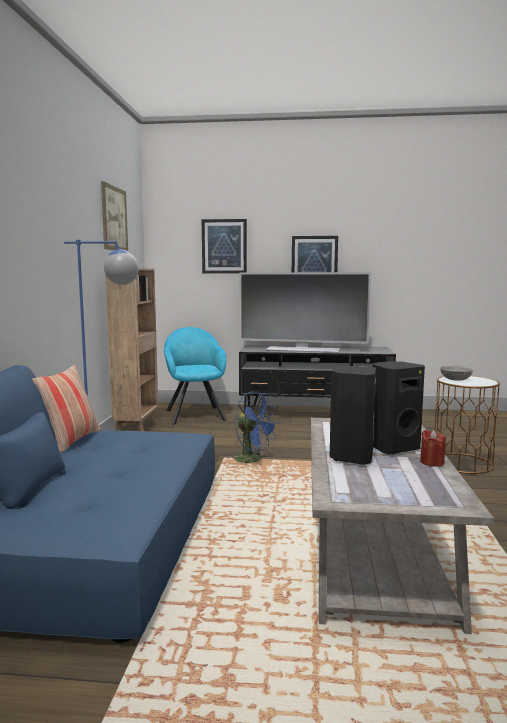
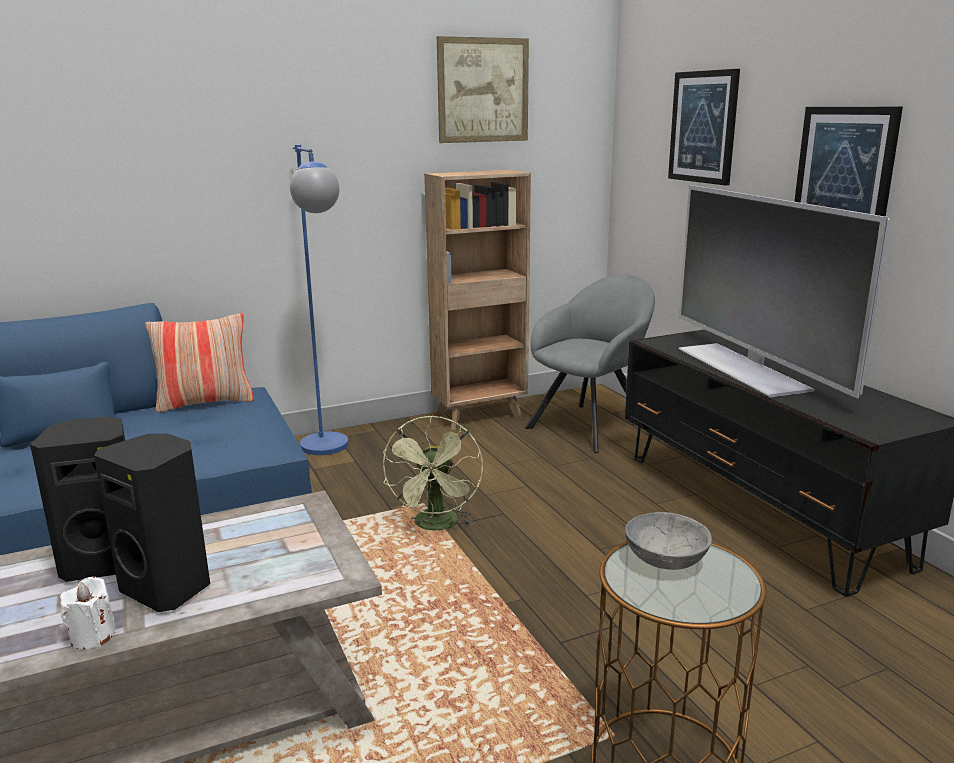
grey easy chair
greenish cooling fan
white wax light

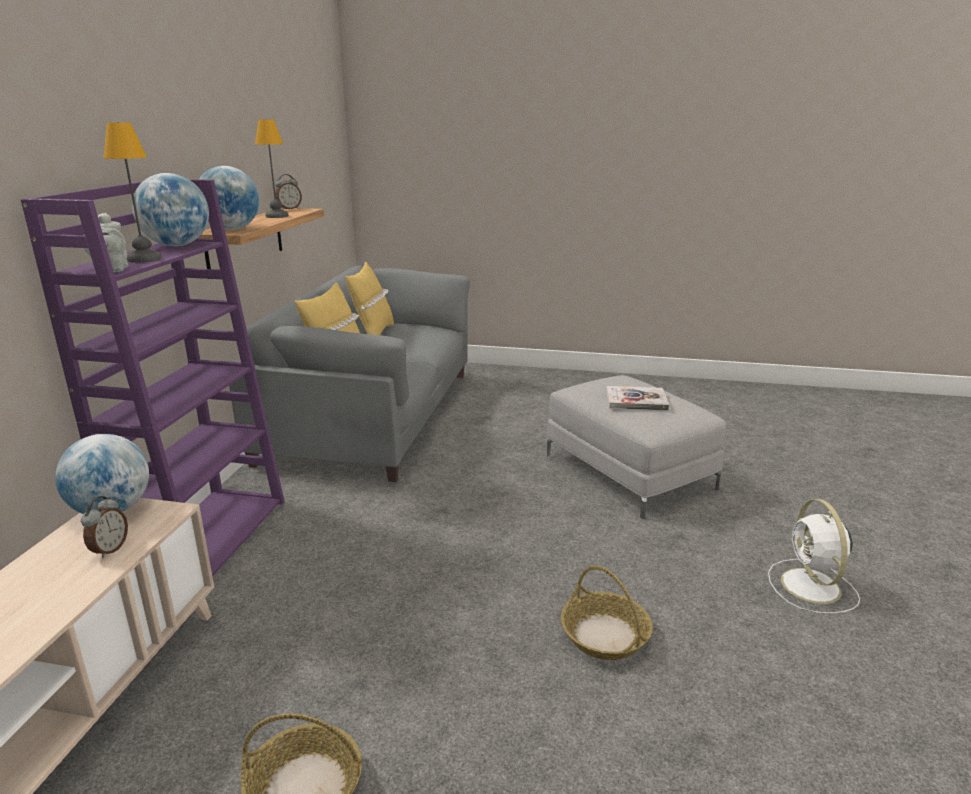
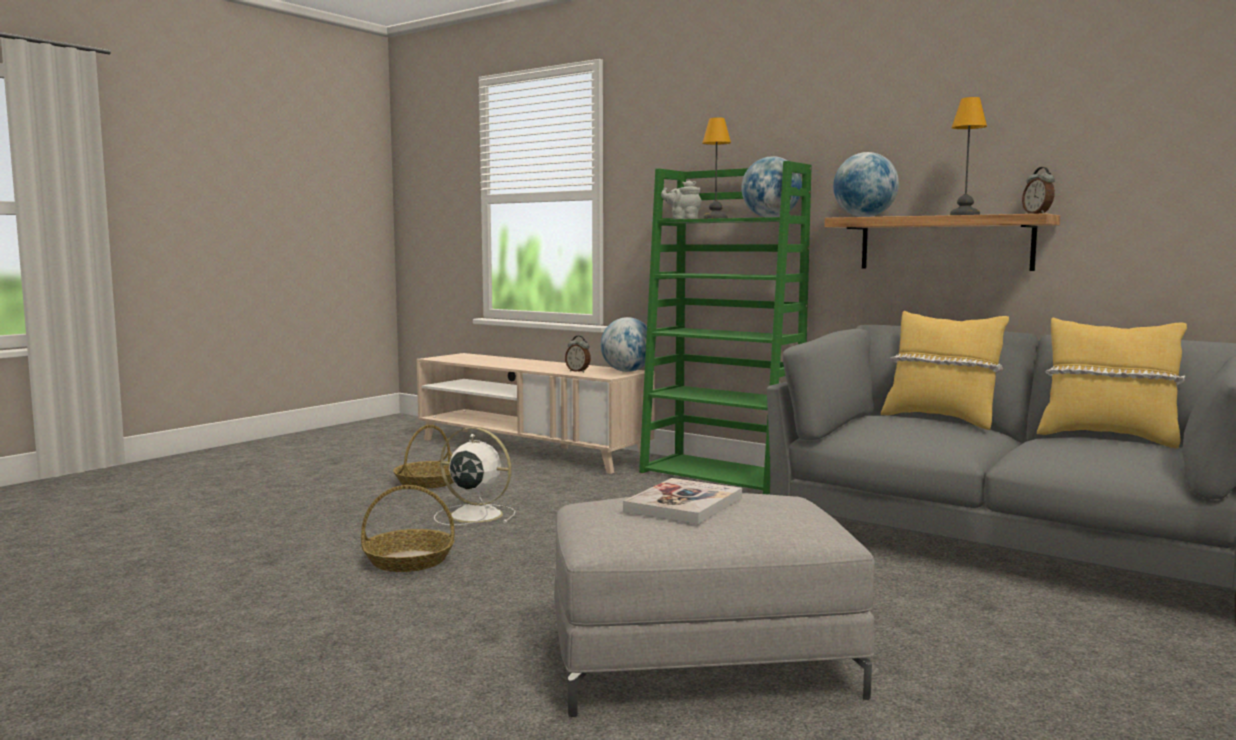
greenish bookcase
white cooling fan

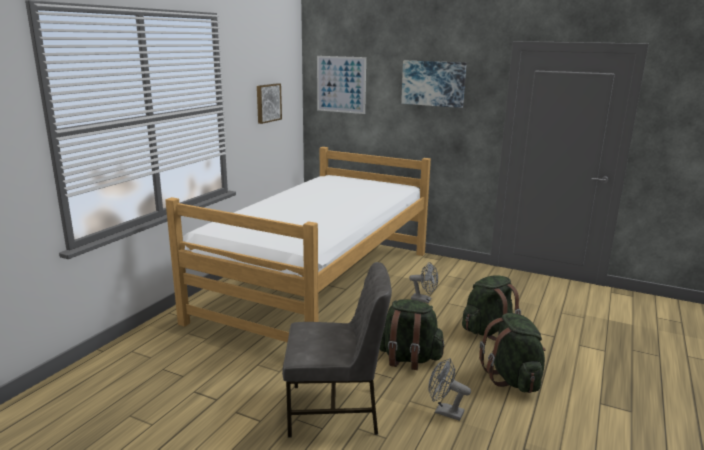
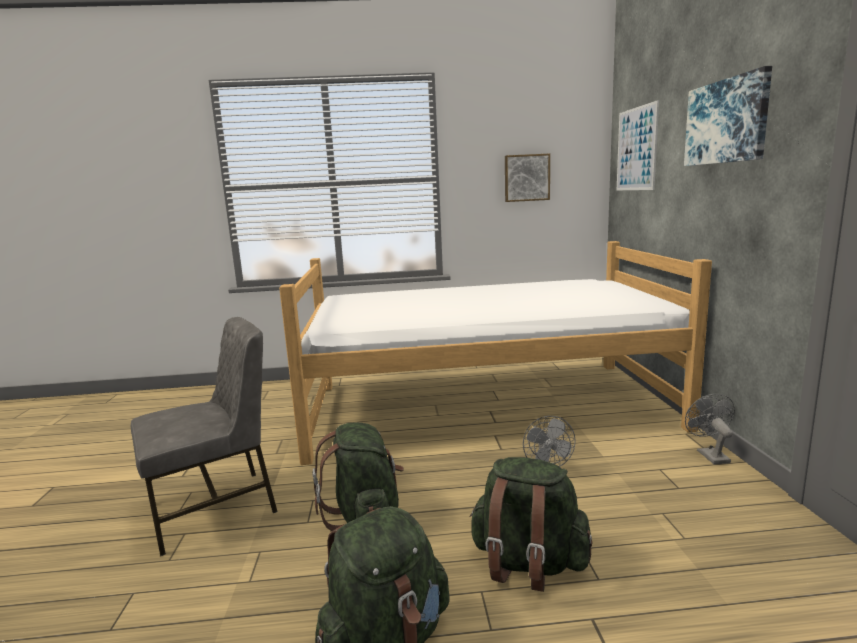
grey chair
grey cooling fan (no. 2 from left)

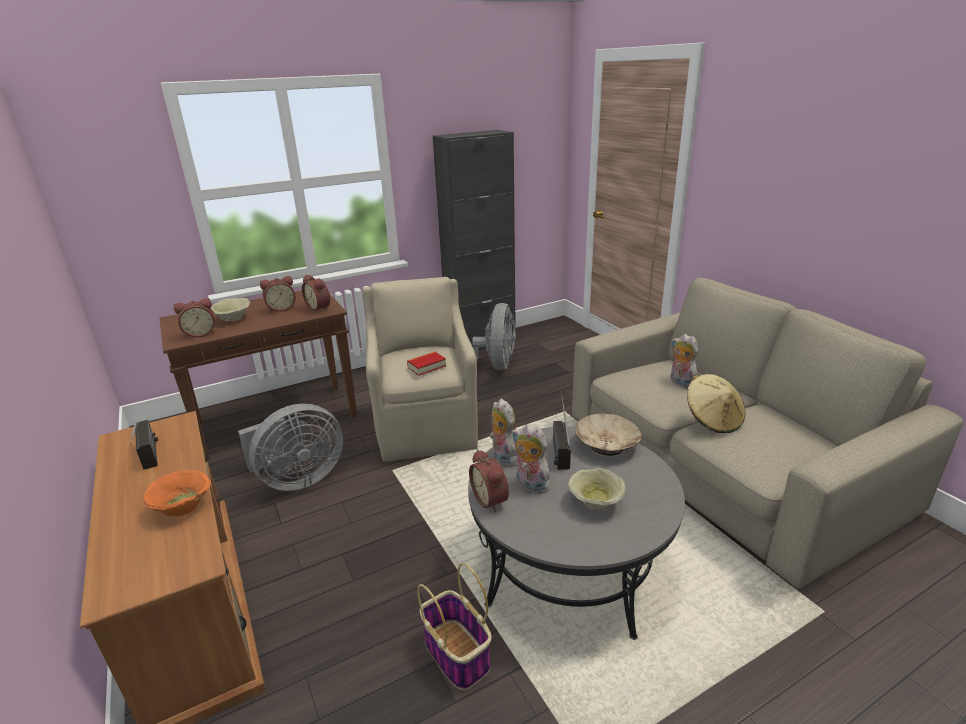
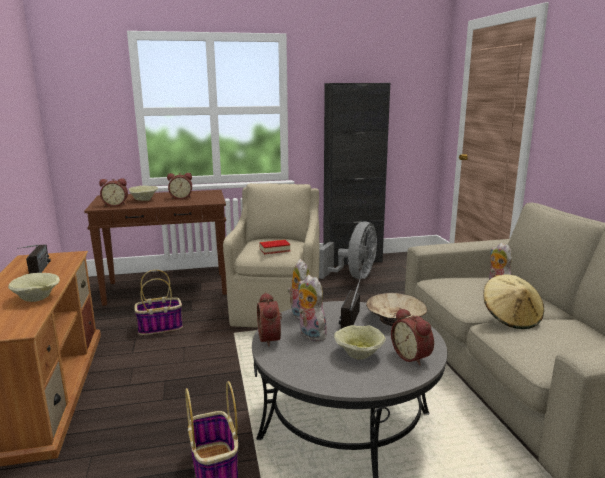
beige-coloured bowl (no. 1 from left)
storage basket (no. 1 from left)
bedside clock (no. 4 from left)

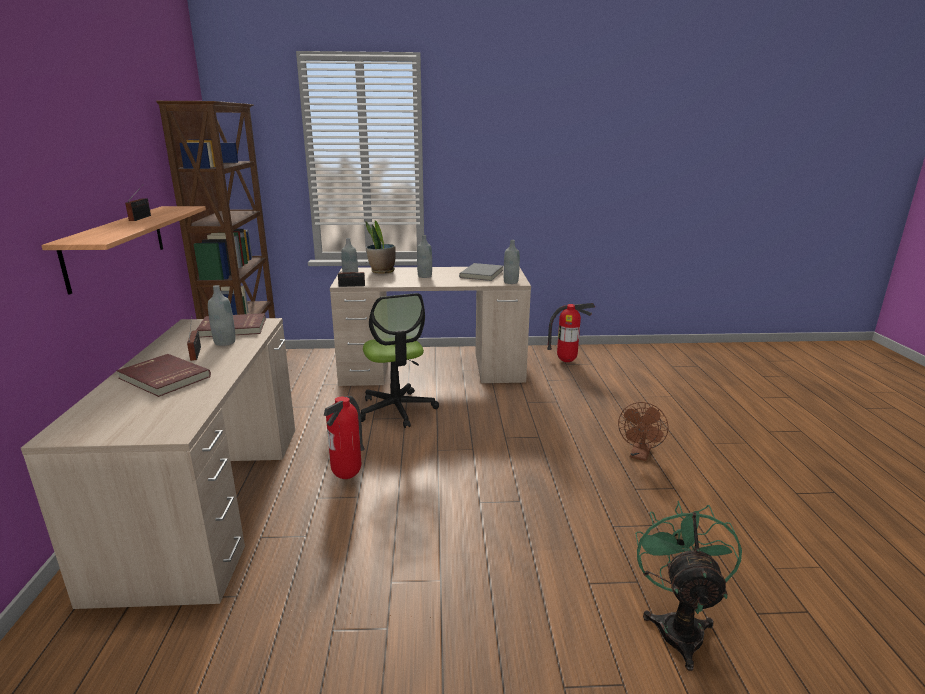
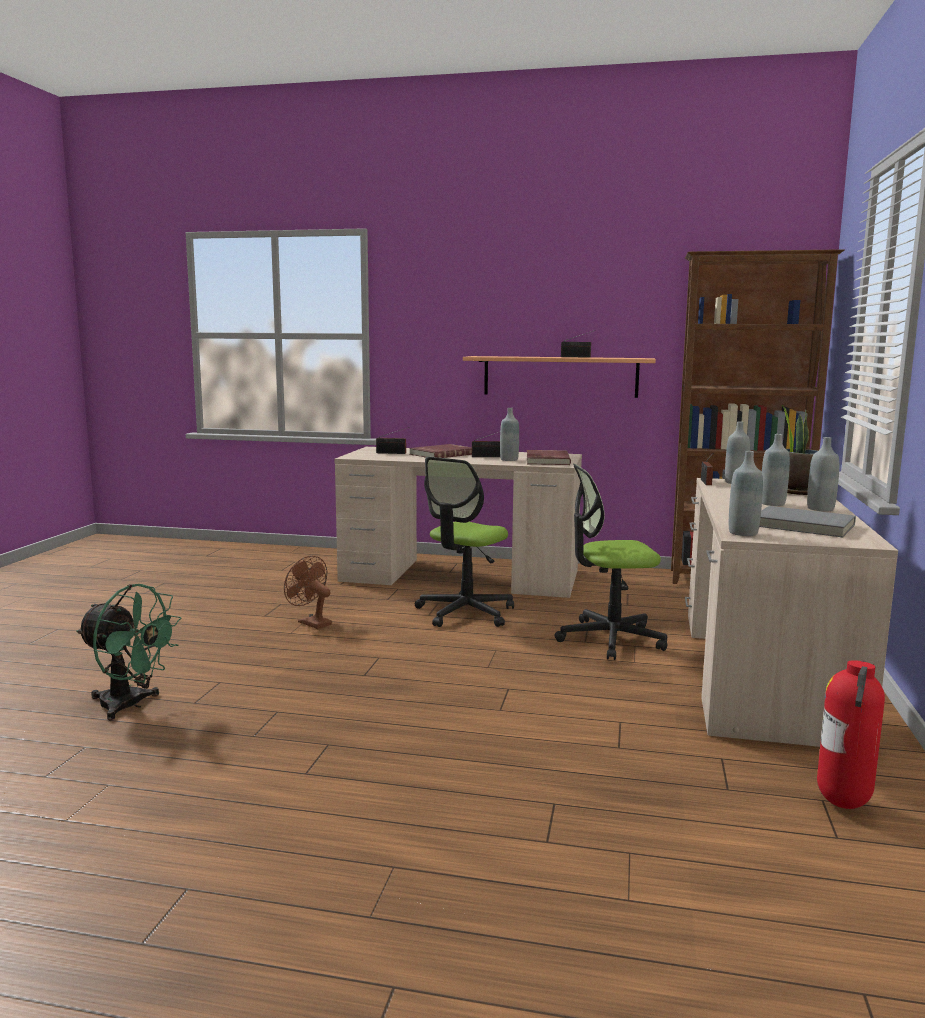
office chair (no. 1 from left)
brownish cooling fan
radio receiver (no. 1 from left)
grey drink bottle (no. 5 from left)

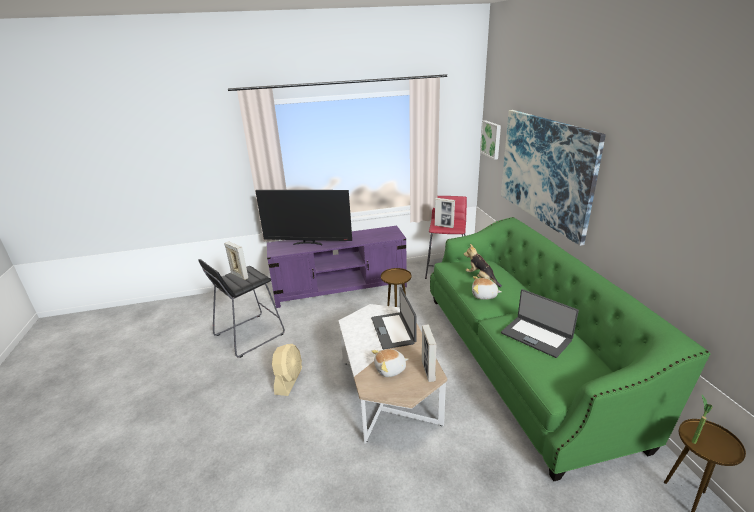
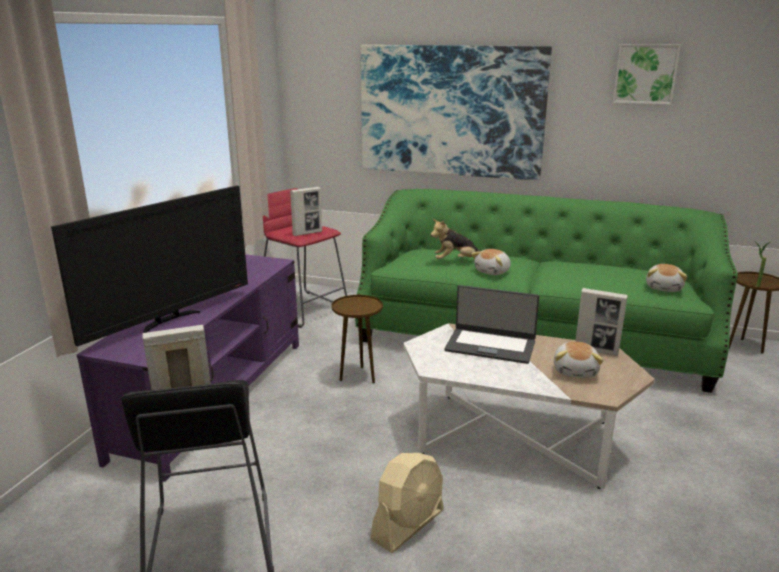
beige-coloured cooling fan
wall art (no. 2 from left)
portable computer (no. 2 from left in the first image)
cuddly toy (no. 4 from left)

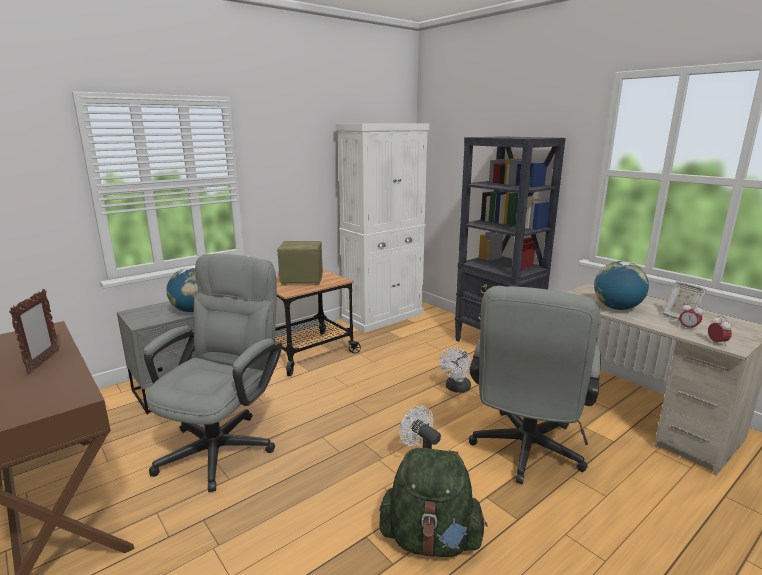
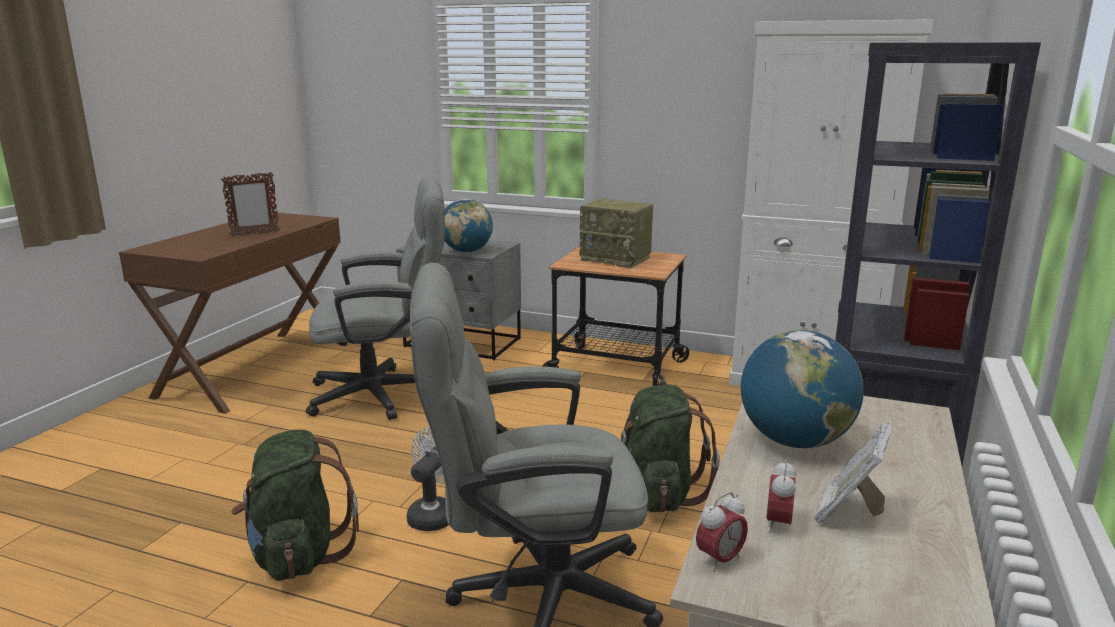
radio receiver
greenish knapsack (no. 2 from left)

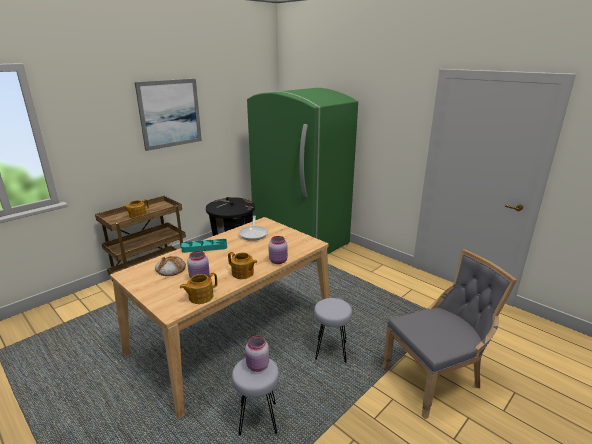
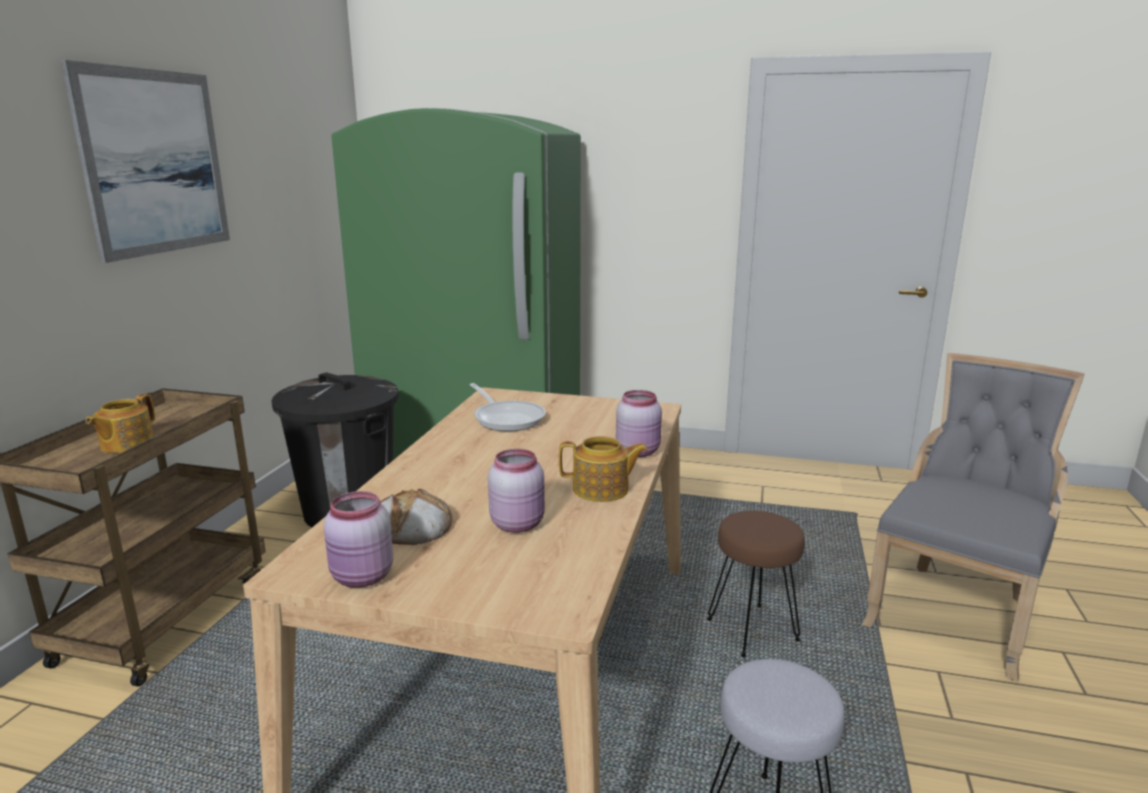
teapot (no. 2 from left in the first image)
turquoise-coloured tray
pink-coloured jar (no. 1 from left)
brownish sitting stool

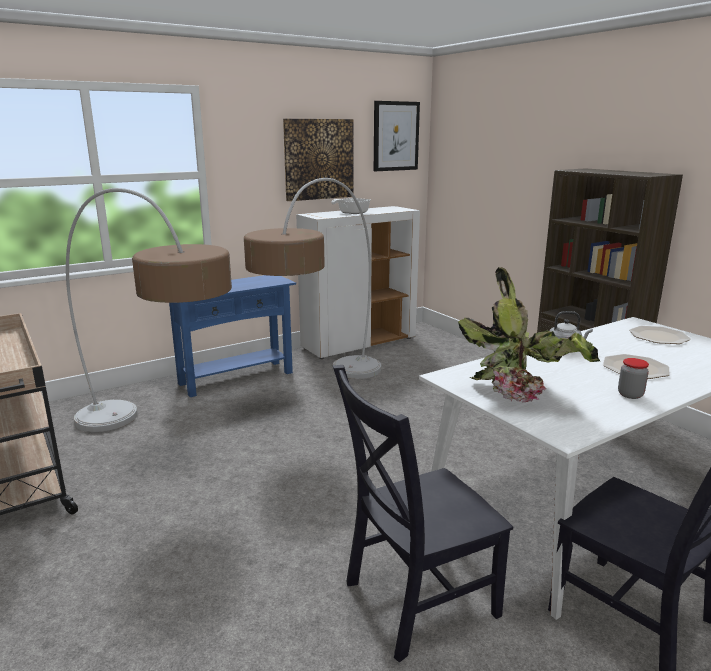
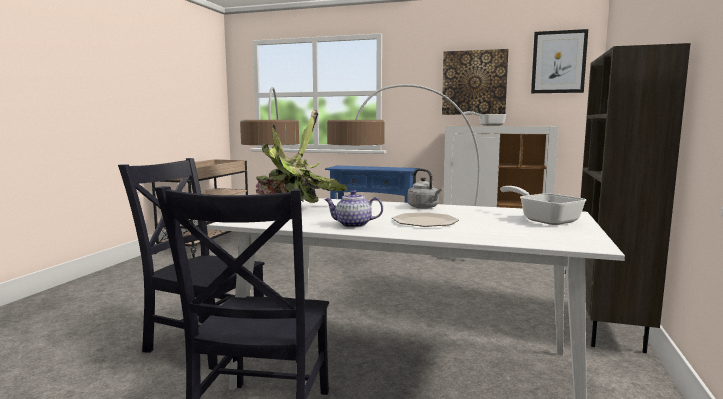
teapot
pan (no. 2 from left)

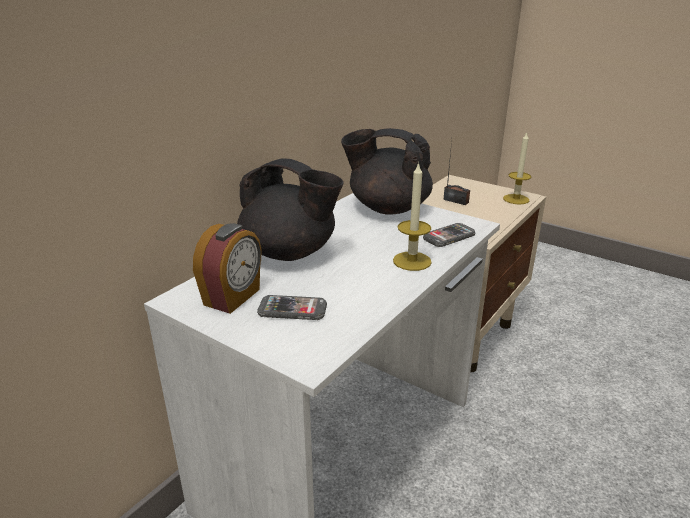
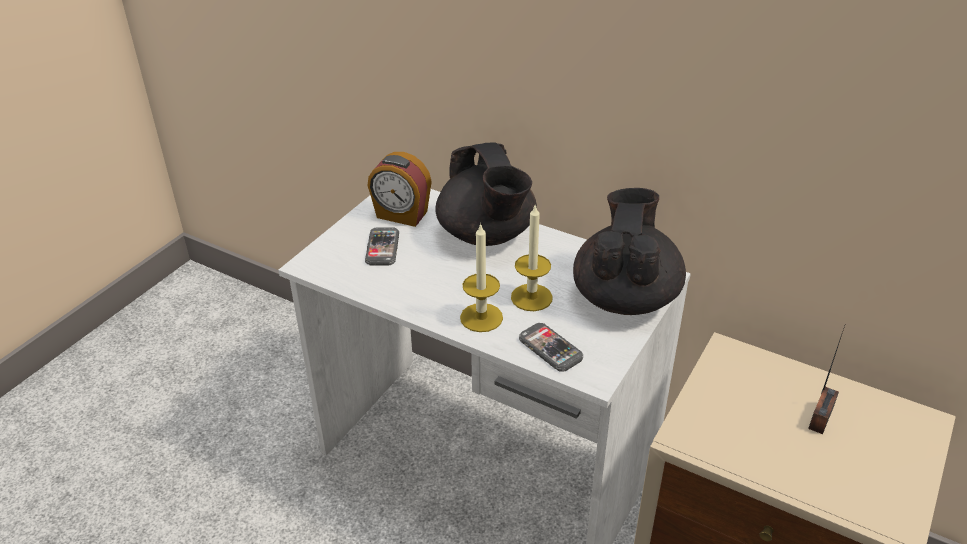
black teapot (no. 1 from left)
wax light (no. 2 from left)

